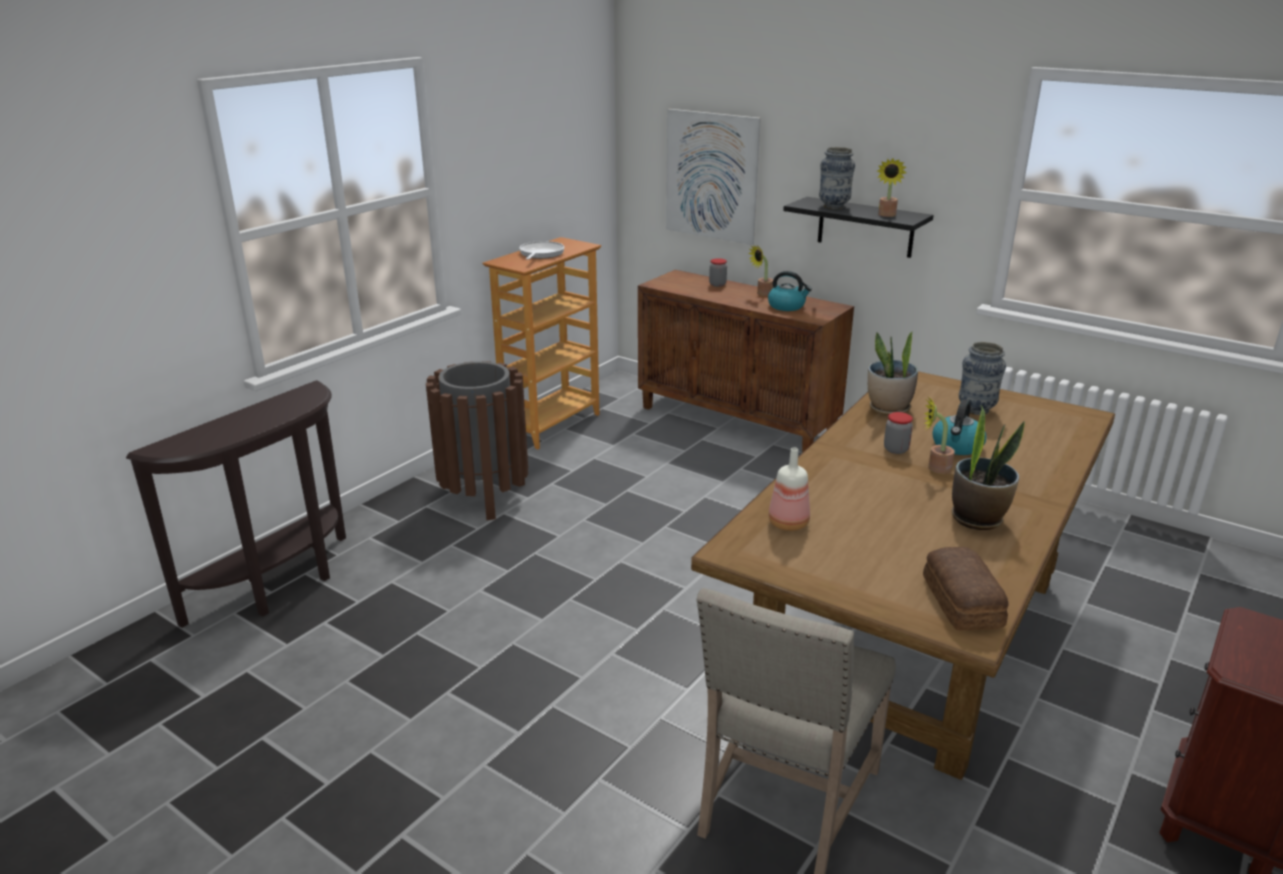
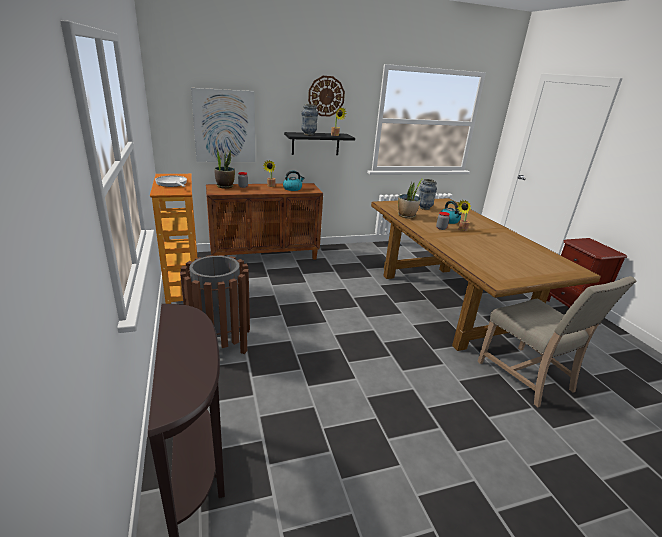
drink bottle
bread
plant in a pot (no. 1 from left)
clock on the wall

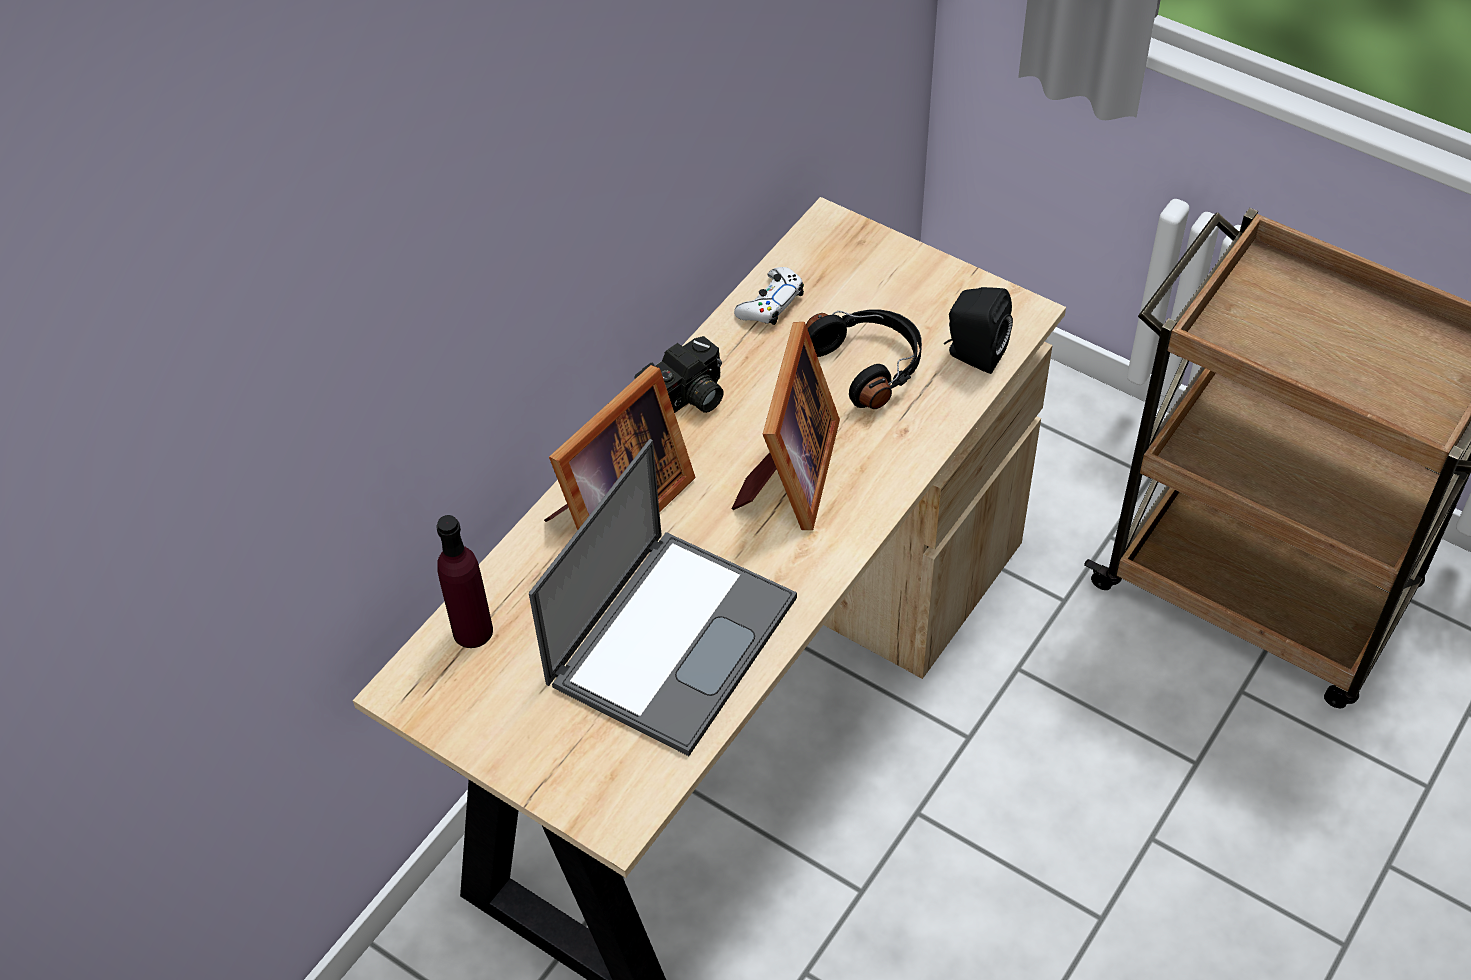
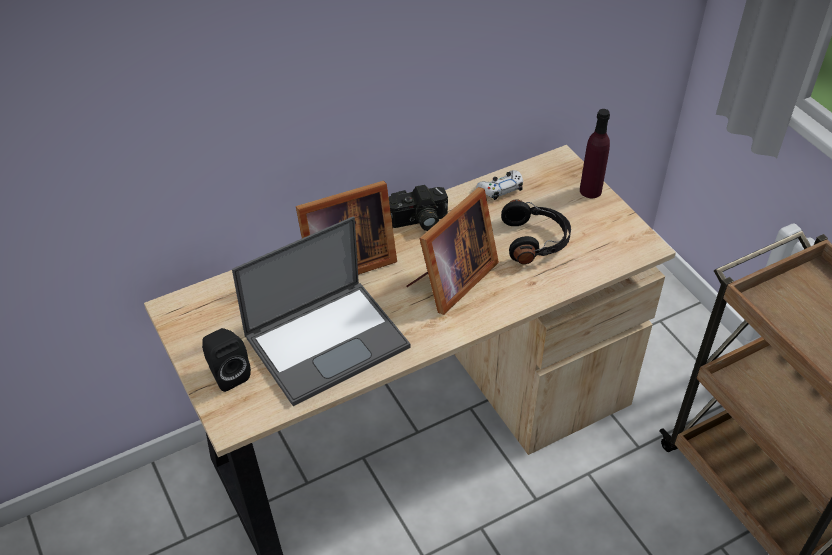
purple drink bottle
black speaker

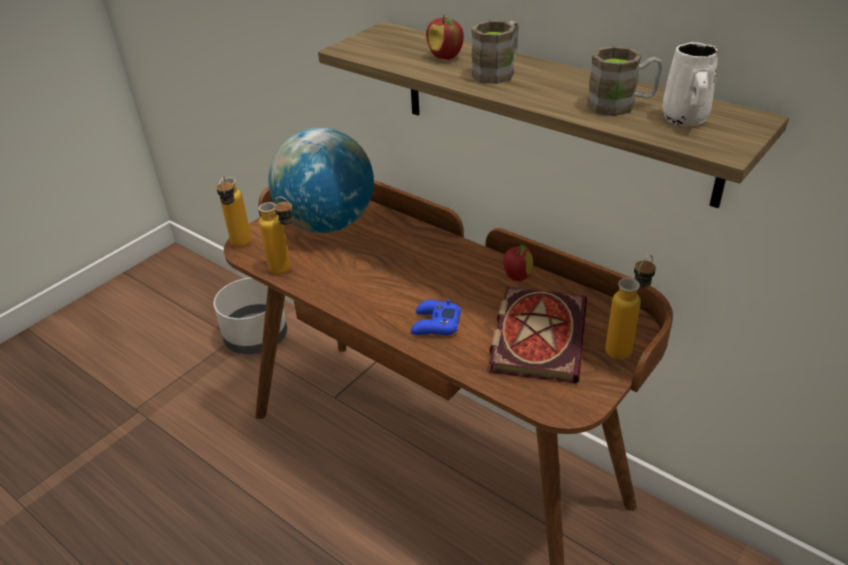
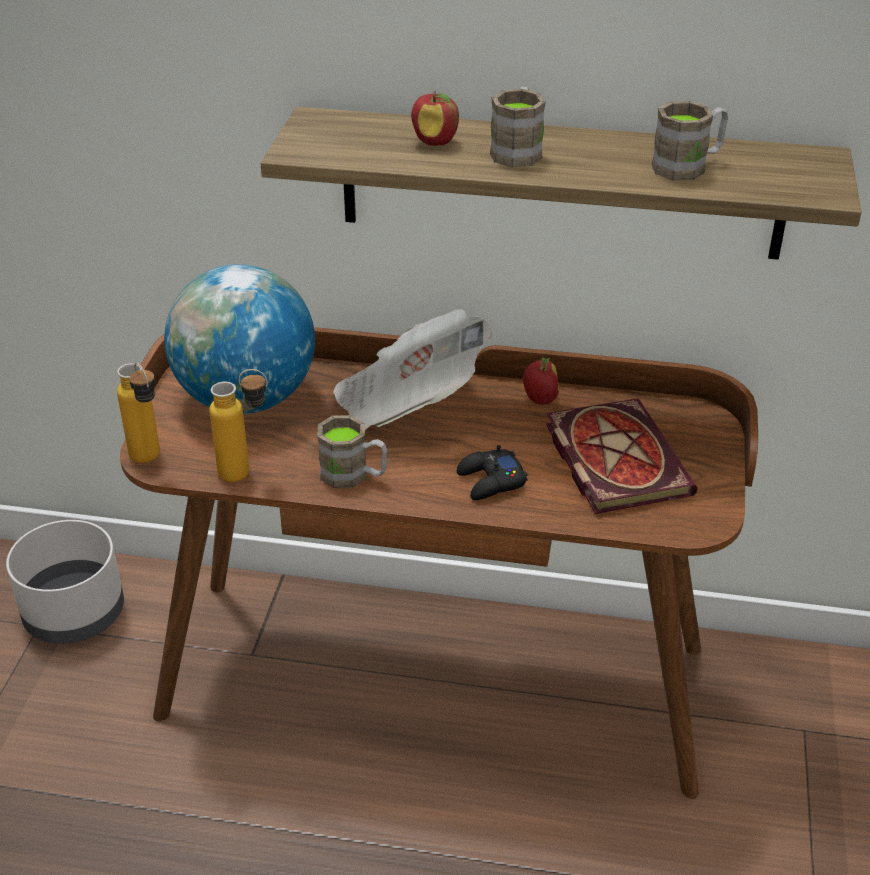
black joypad
drink bottle (no. 3 from left in the first image)
white tea mug
brownish tea mug (no. 1 from left)
printed paper

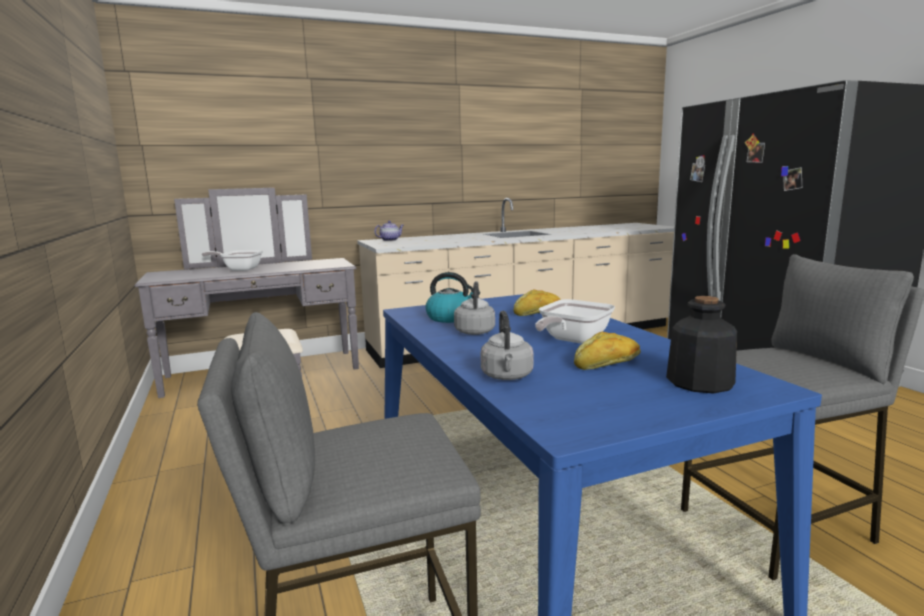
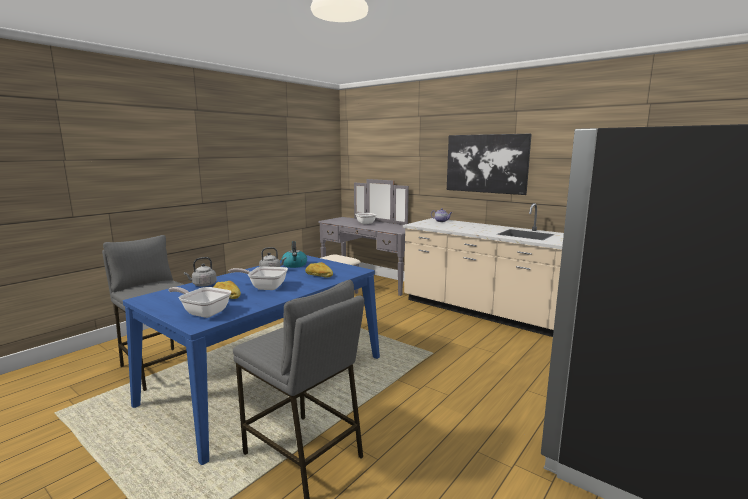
pan (no. 1 from left)
wall art

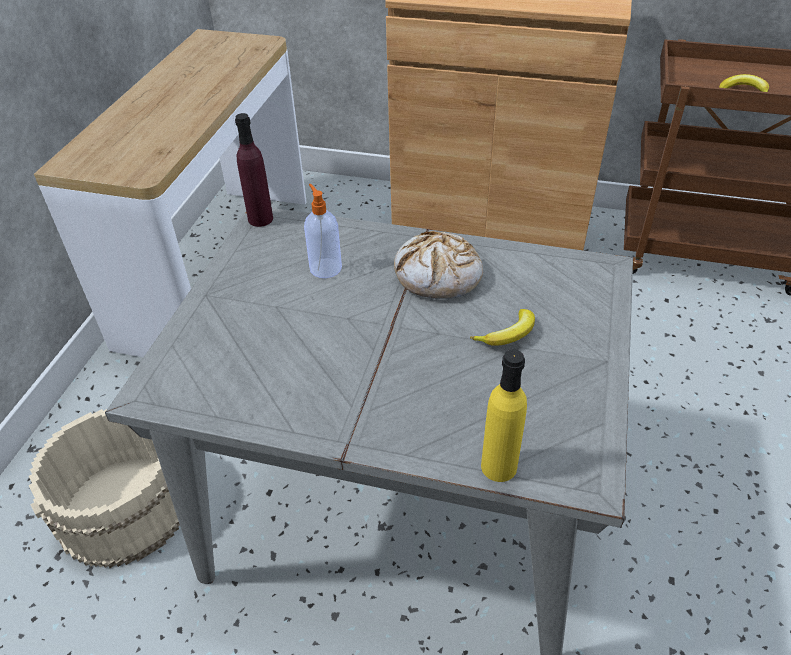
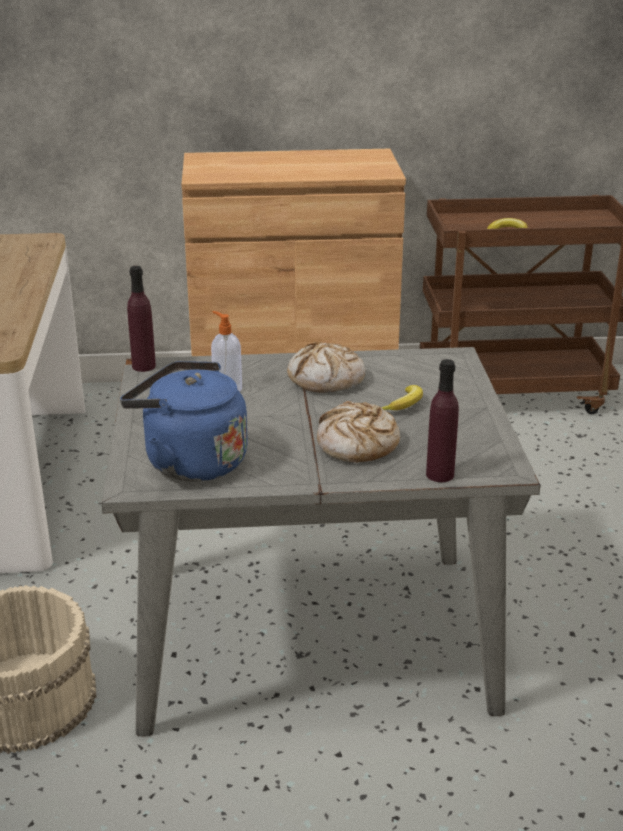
purple drink bottle (no. 2 from left)
blue-coloured kettle
bread (no. 2 from left)

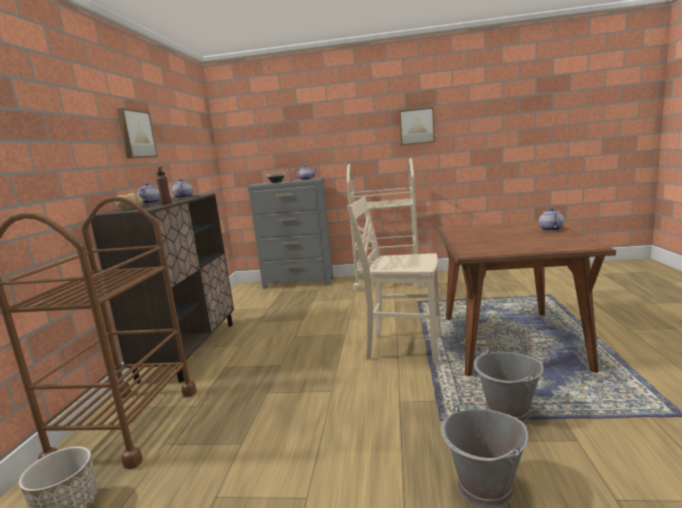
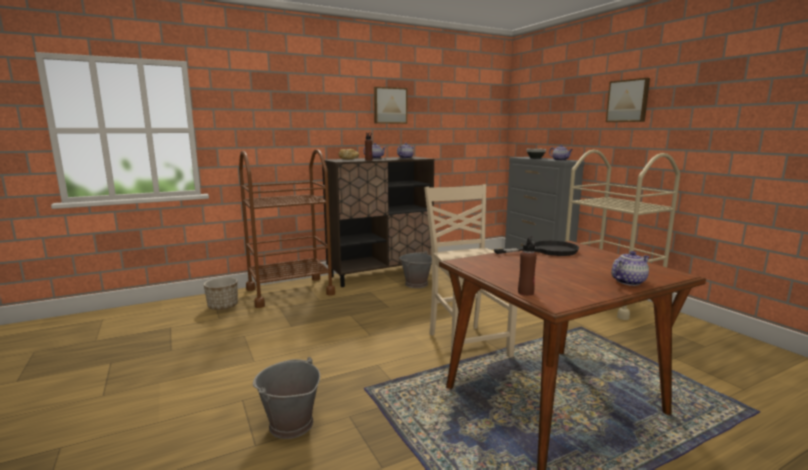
wall art (no. 2 from left)
grey water bucket (no. 2 from left)
black pan
brownish drink bottle (no. 2 from left)

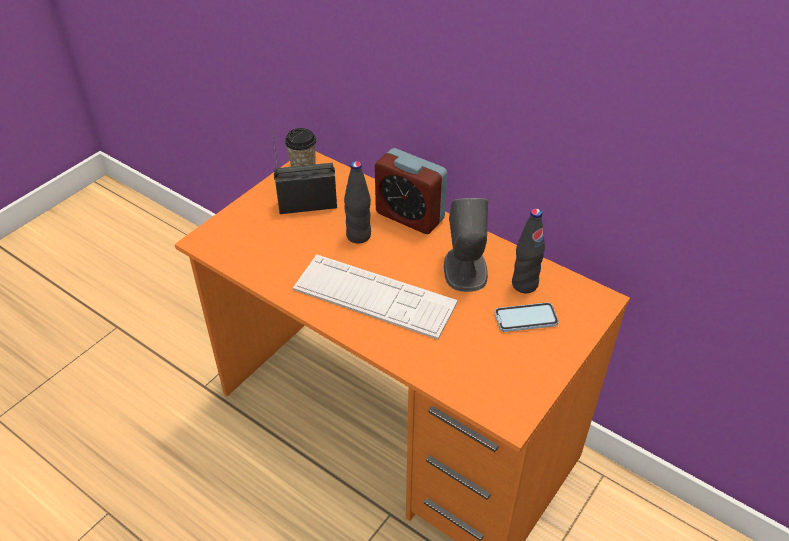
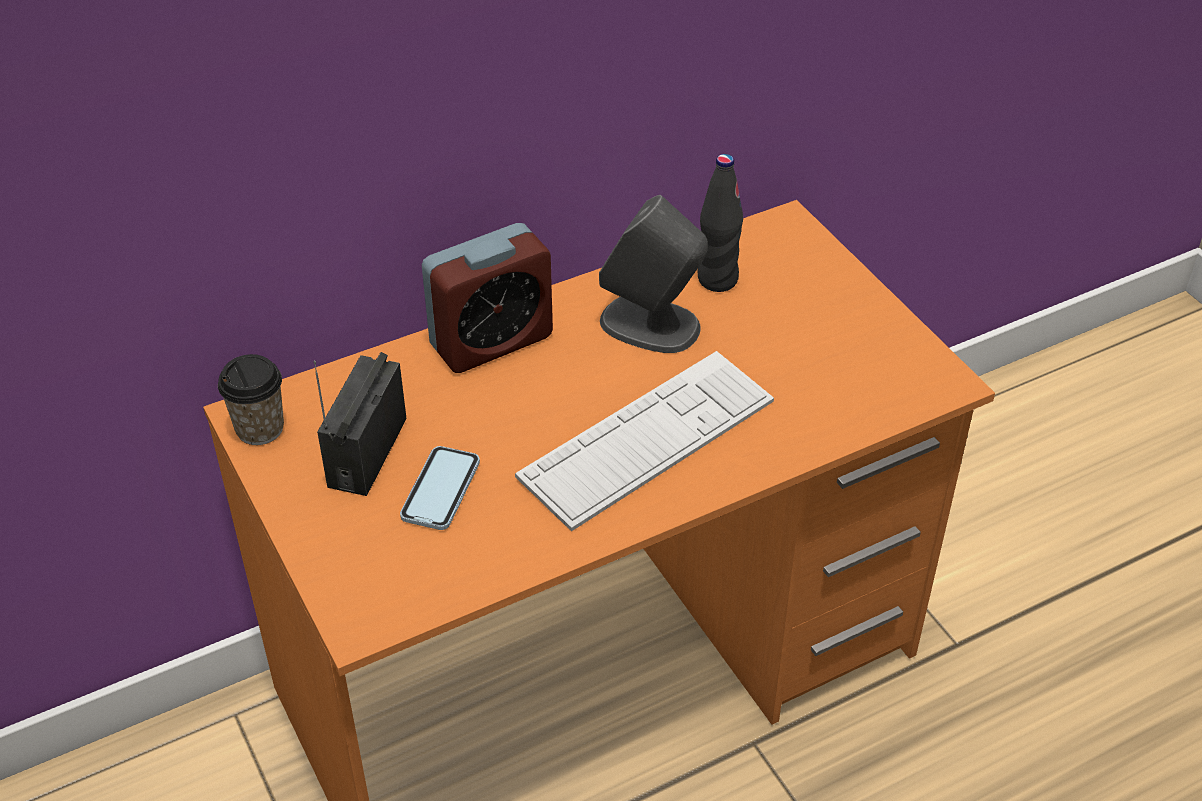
black drink bottle (no. 1 from left in the first image)
handset

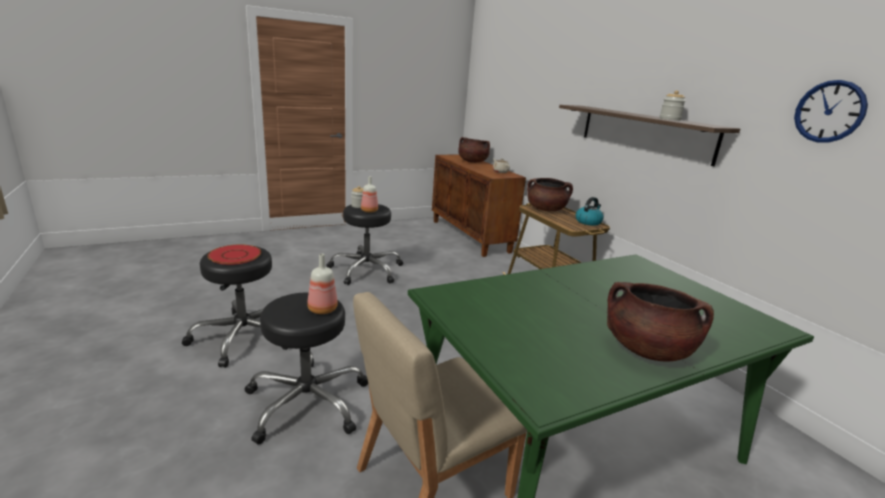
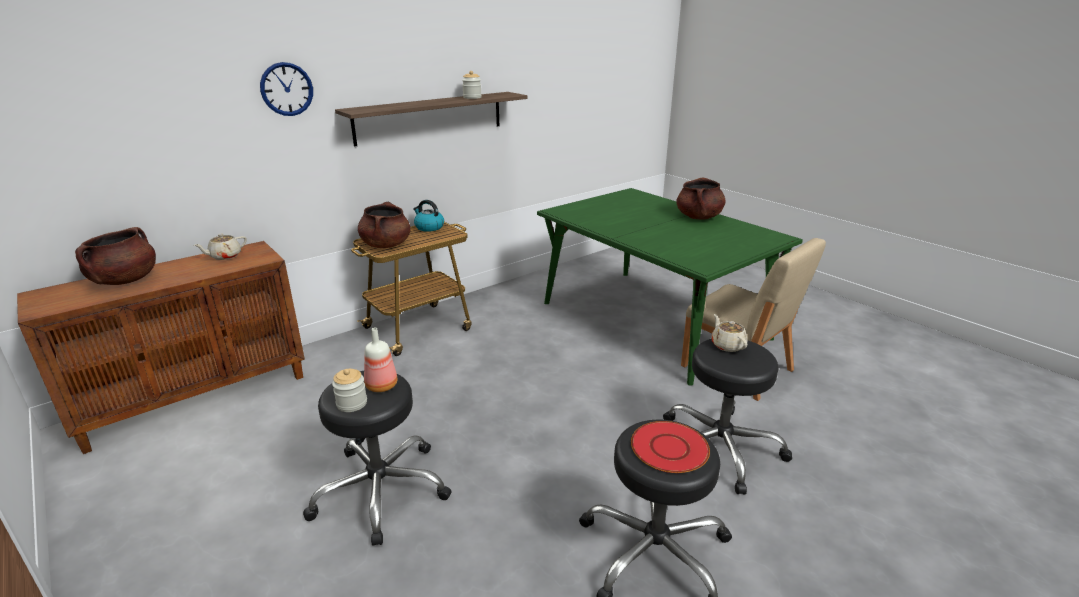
beige-coloured teapot (no. 2 from left)
clock on the wall

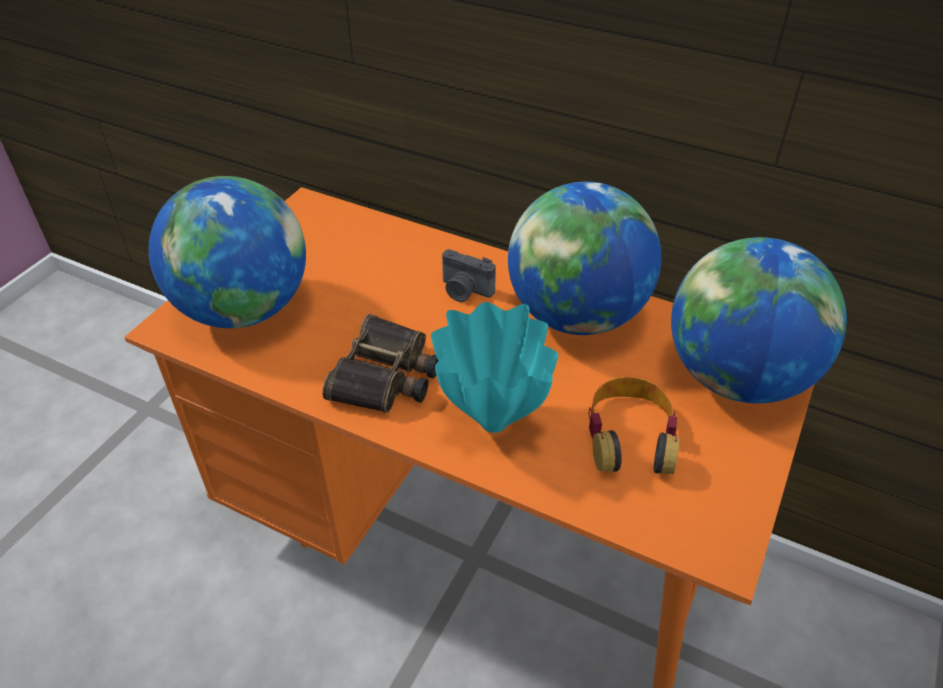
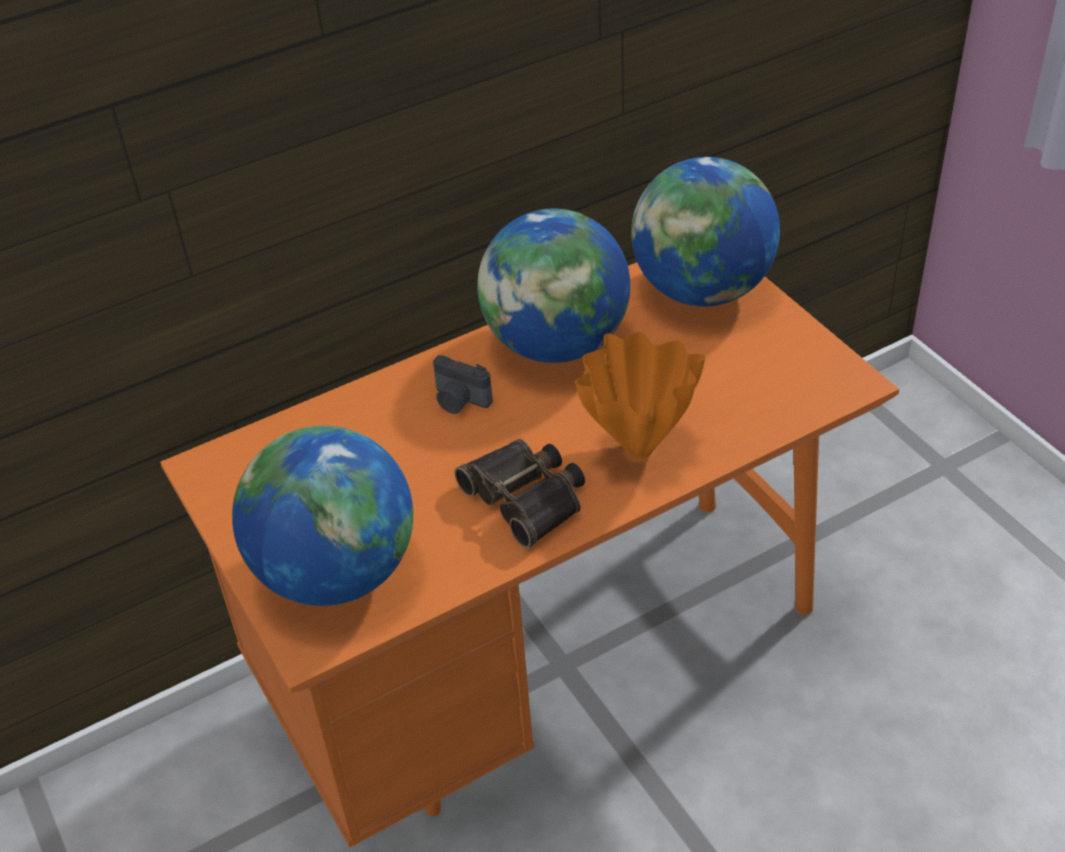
orangey flower vase
still camera
headset

